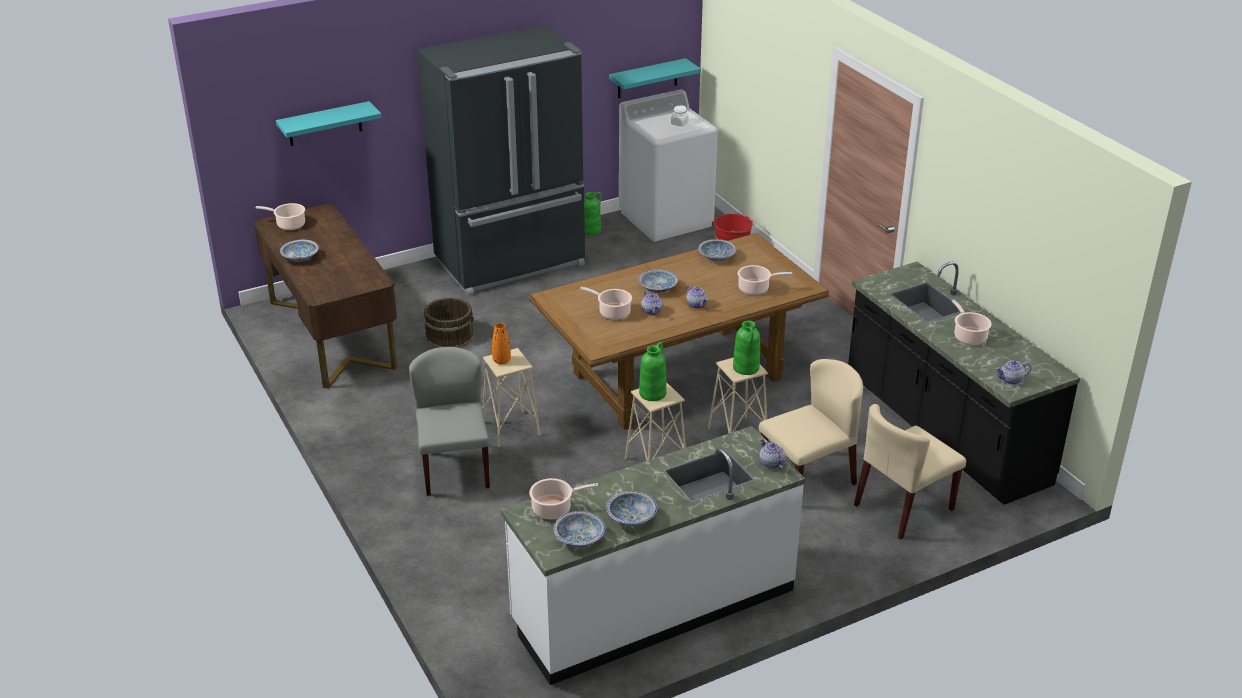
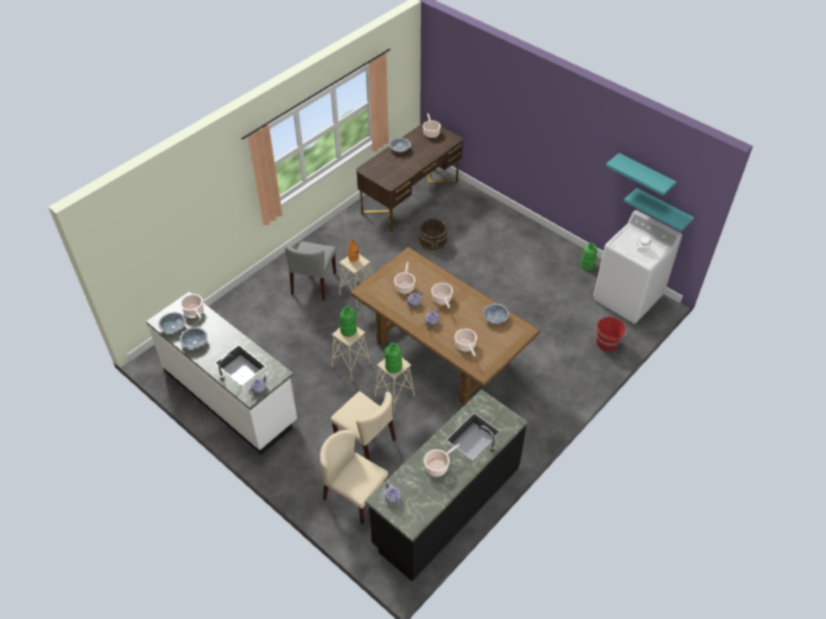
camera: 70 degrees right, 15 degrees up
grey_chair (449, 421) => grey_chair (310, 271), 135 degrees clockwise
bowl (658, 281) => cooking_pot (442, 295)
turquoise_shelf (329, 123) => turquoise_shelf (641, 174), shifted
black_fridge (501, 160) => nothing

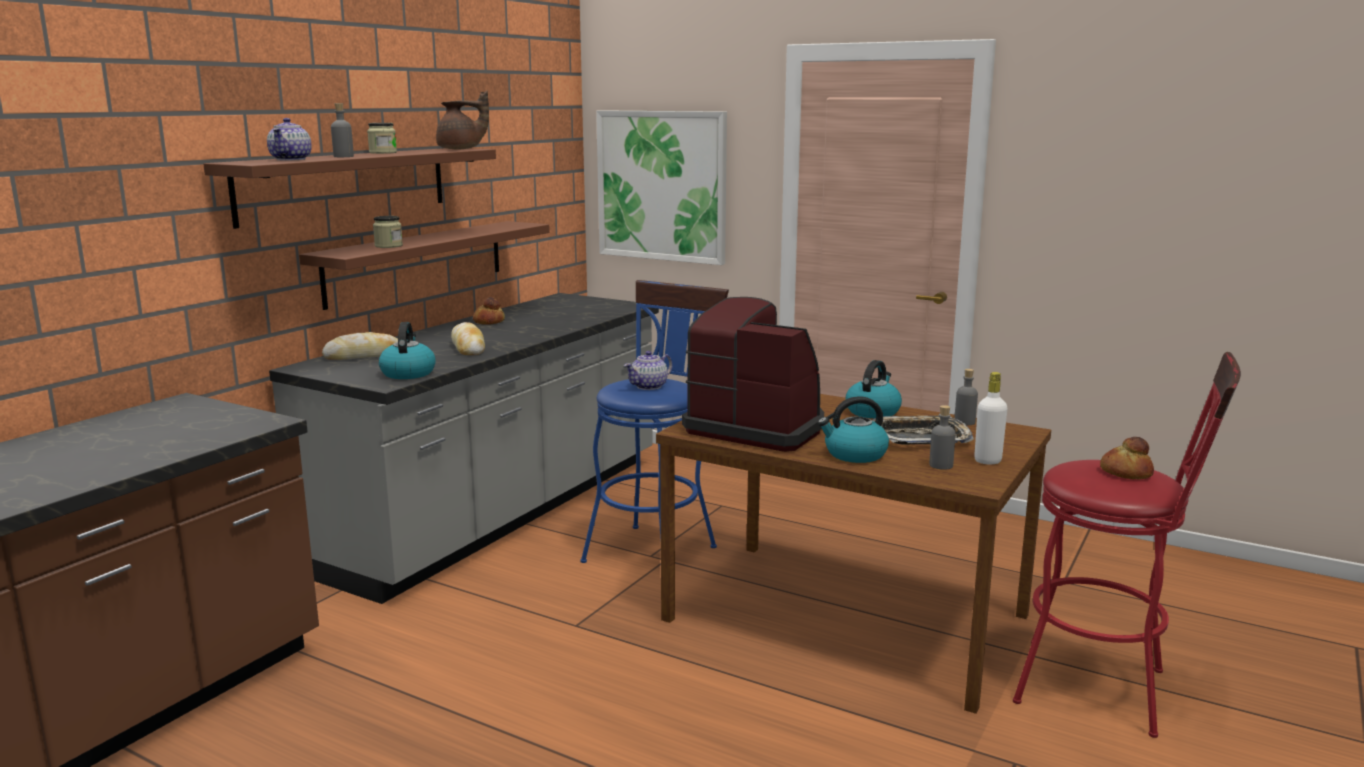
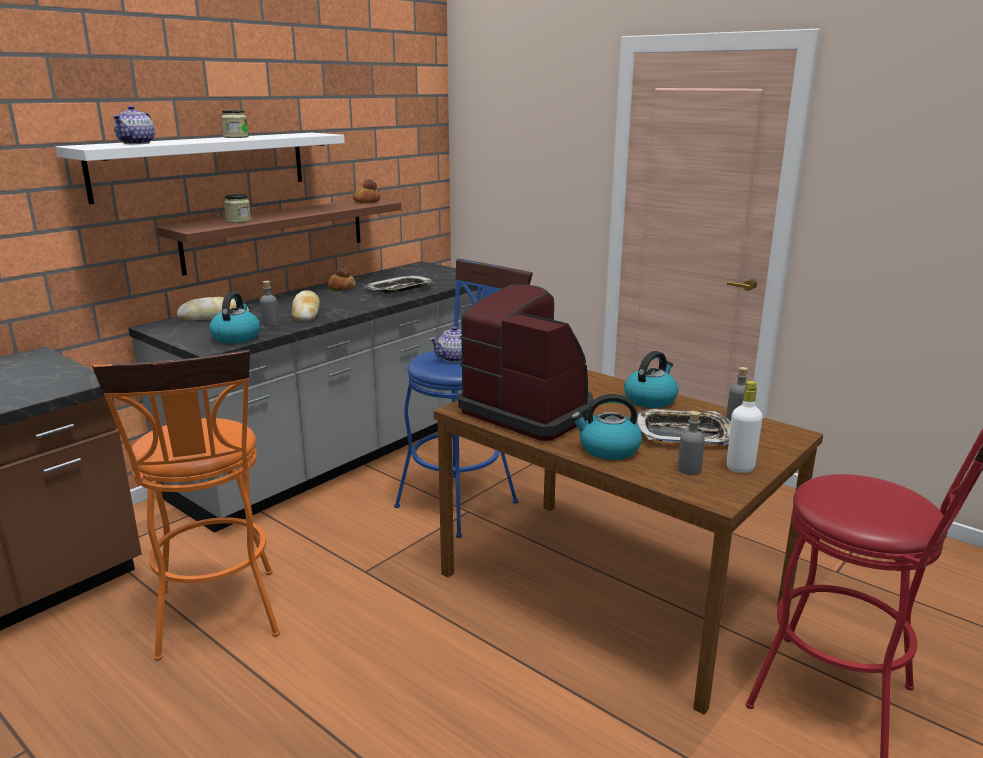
camera: 10 degrees right, 5 degrees up
brown_shelf (349, 188) => white_shelf (200, 169)
nothing => orange_stool (186, 505)
grey_bottle (342, 130) => grey_bottle (269, 304), shifted
bread (1127, 458) => bread (366, 191), shifted
nothing => tray (399, 284)
brown_teapot (462, 119) => nothing
picture (661, 187) => nothing

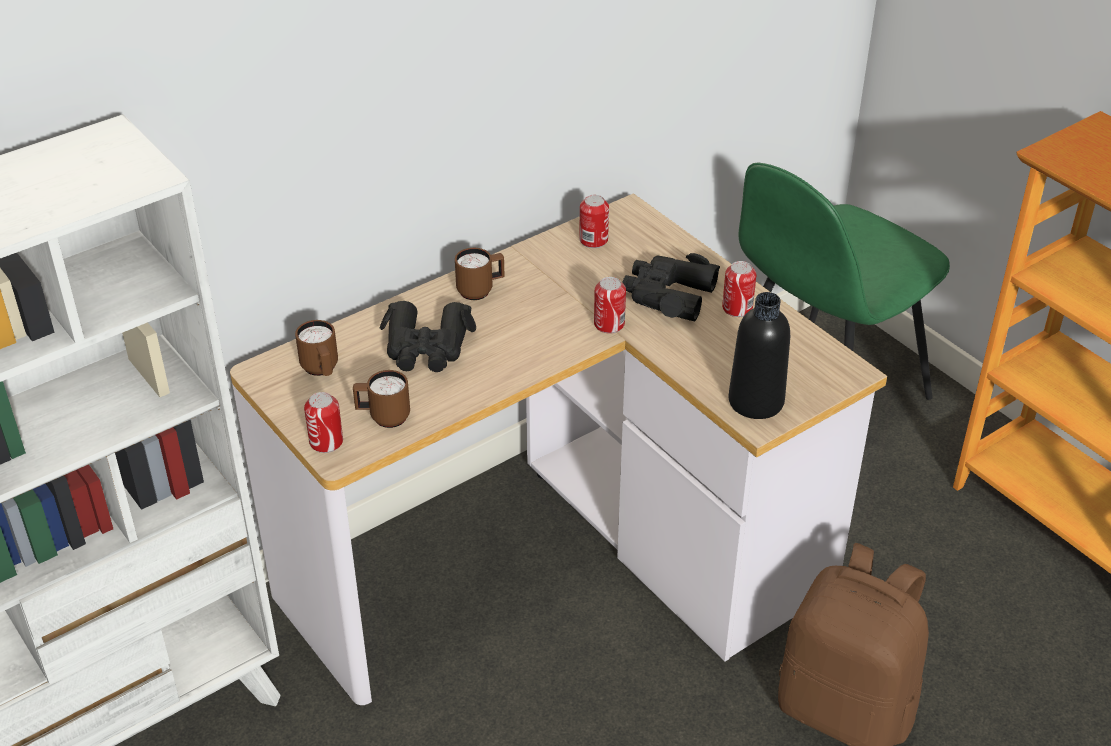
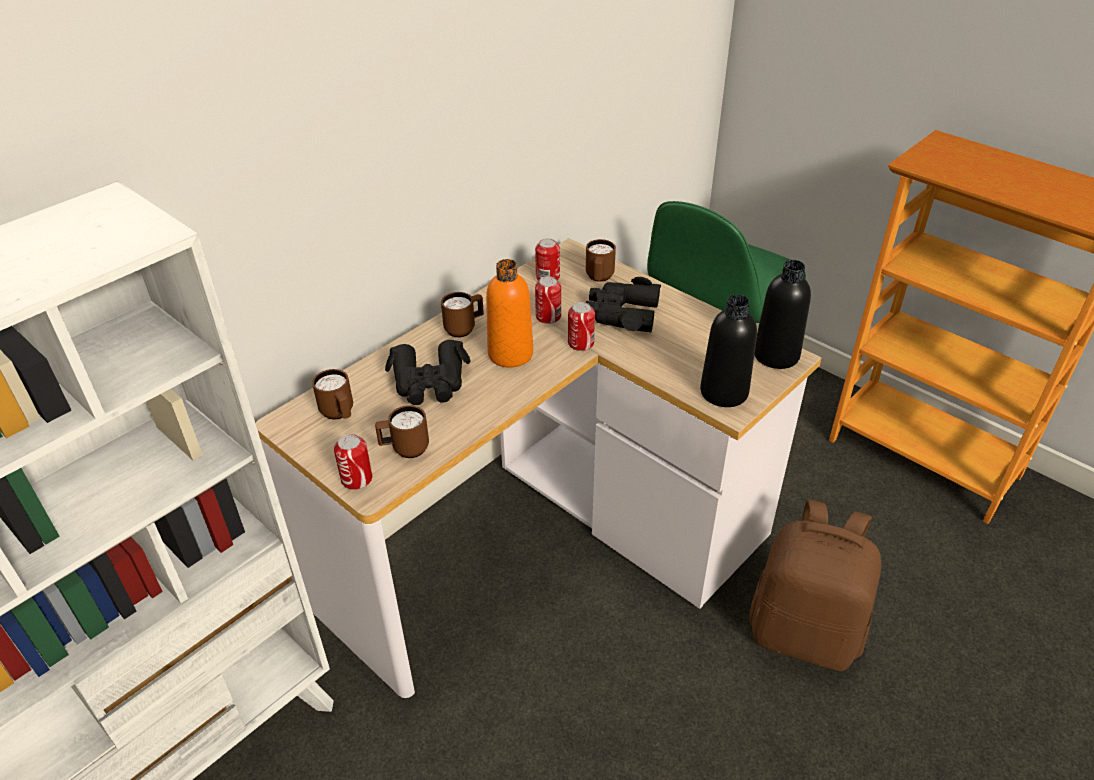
camera: 10 degrees left, 0 degrees up
nothing => orange_bottle (509, 313)
can (739, 289) => can (548, 300), shifted
nothing => brown_mug (601, 260)
nothing => black_bottle (782, 314)

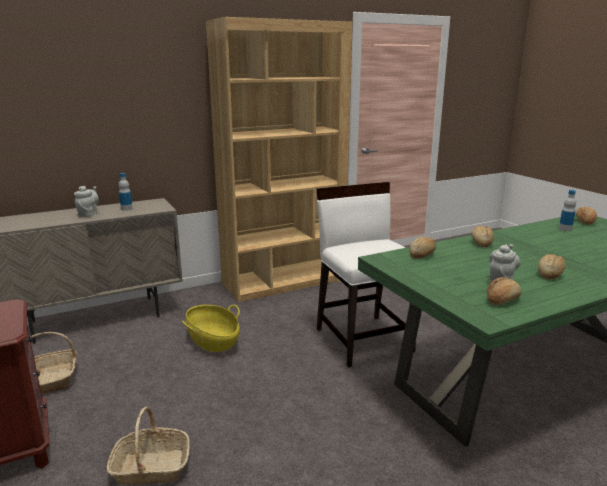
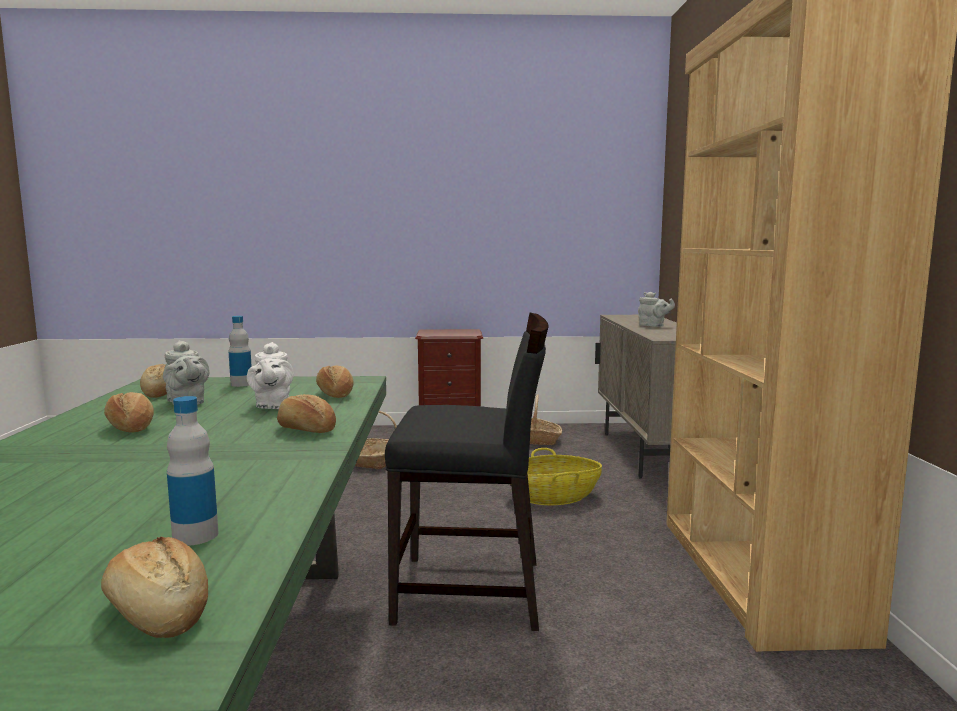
camera: 115 degrees right, 10 degrees down
bottle (126, 192) => bottle (240, 351), shifted
nothing => white_teapot (270, 375)
white_chair (366, 274) => black_chair (467, 472)

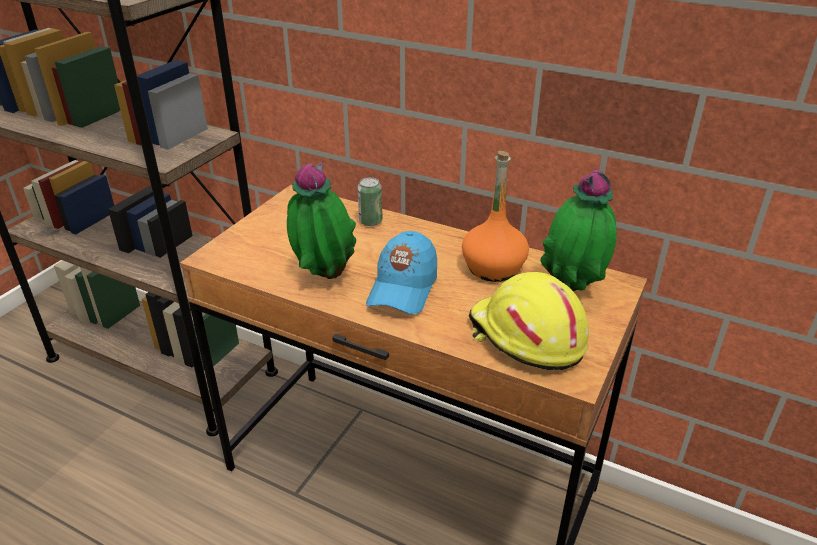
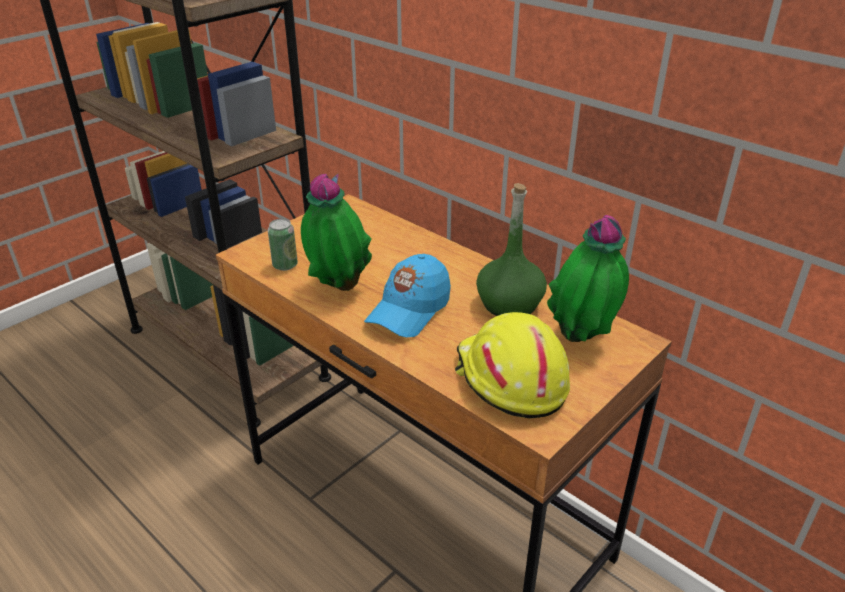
camera: 15 degrees right, 0 degrees up
can (370, 201) => can (283, 245), shifted
orange_bottle (495, 216) => green_bottle (511, 249)

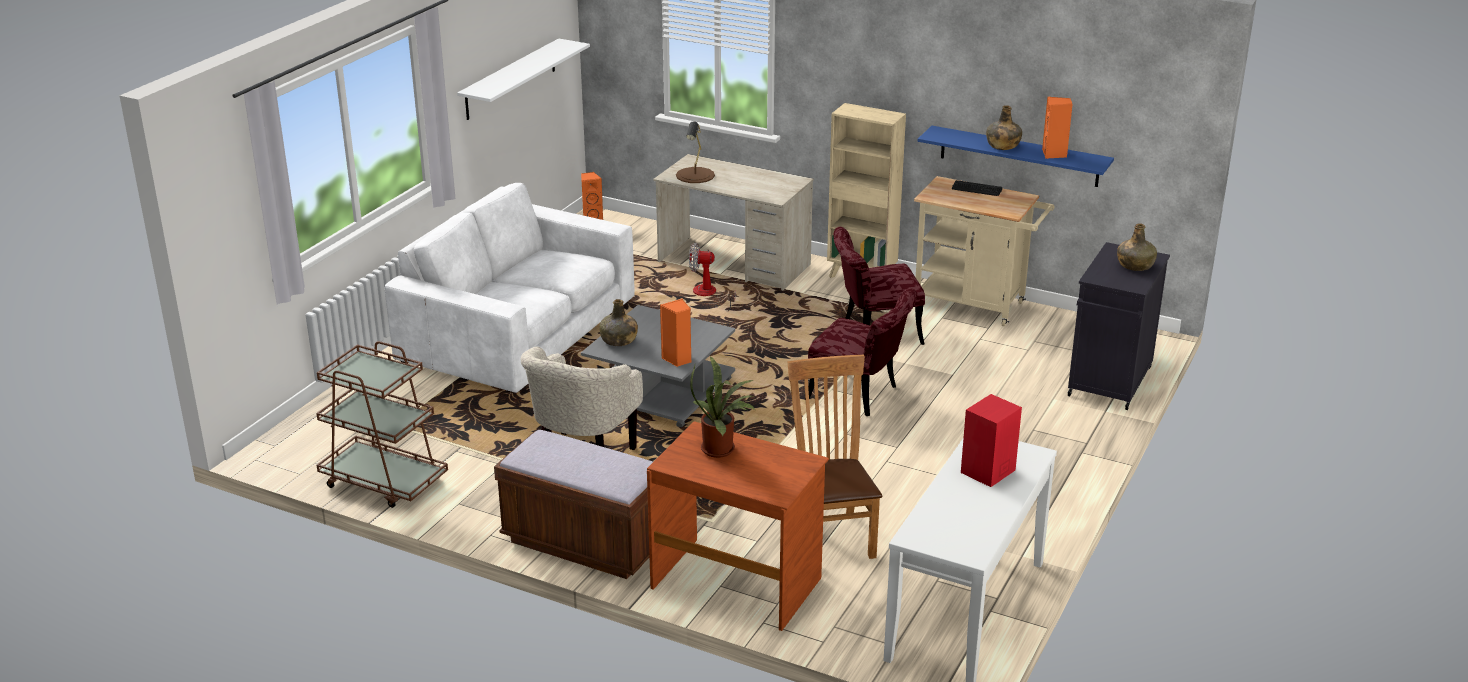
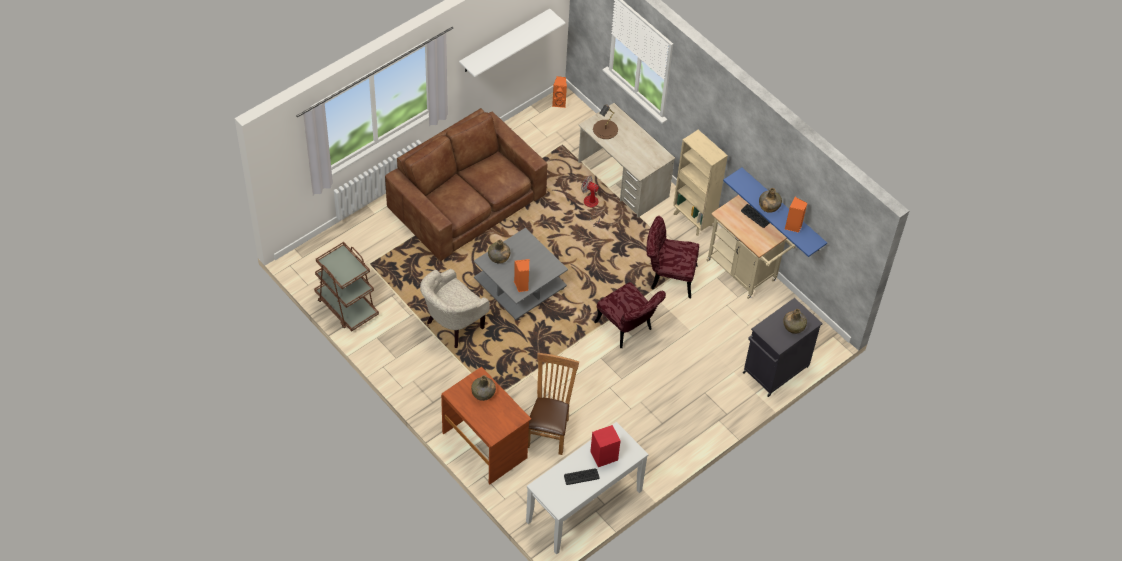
camera: 20 degrees right, 25 degrees up
white_sofa (510, 288) => brown_sofa (466, 184)
potted_plant (723, 407) => green_bottle (483, 388)
nothing => keyboard (581, 476)
brown_bench (573, 504) => nothing

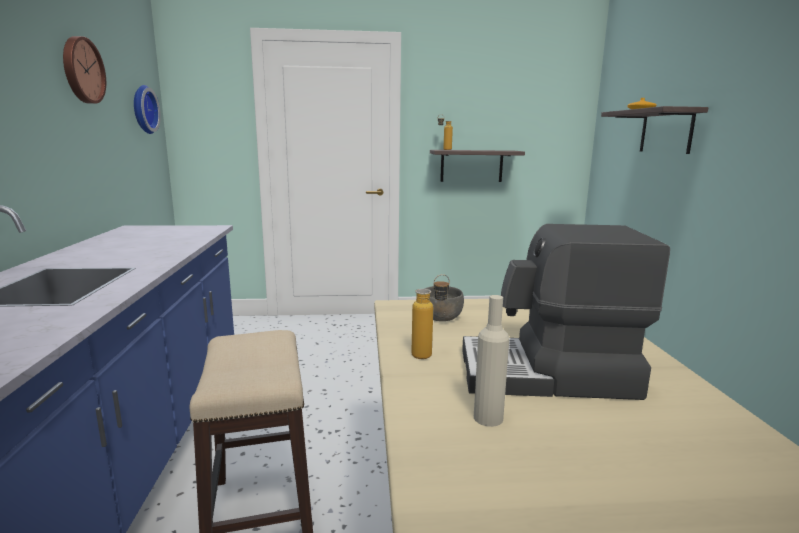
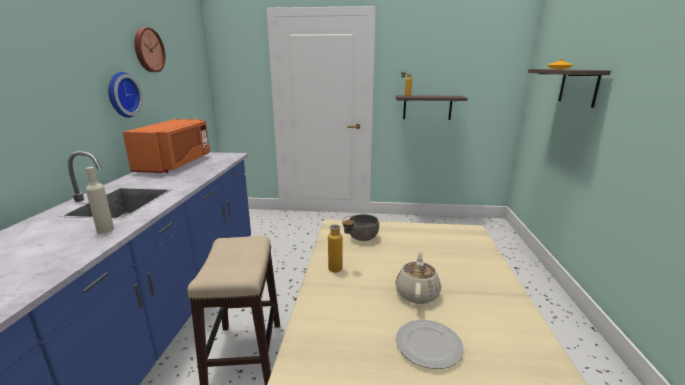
camera: 10 degrees right, 5 degrees up
beige_bottle (491, 361) => beige_bottle (100, 200), shifted
wall_clock (147, 109) => wall_clock (125, 95), shifted
nothing => orange_microwave (166, 146)
coffee_machine (566, 312) => beige_teapot (418, 277)
nothing => plate (430, 344)

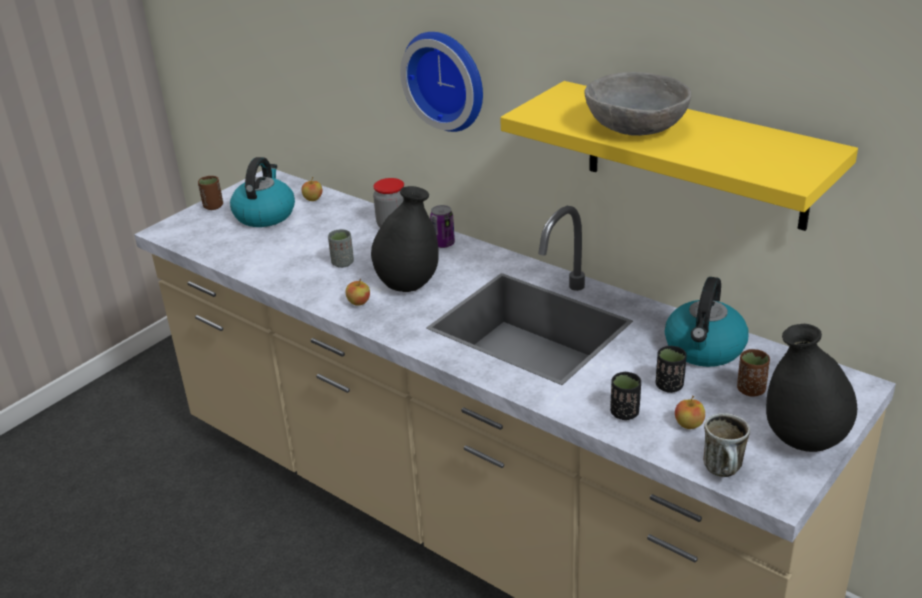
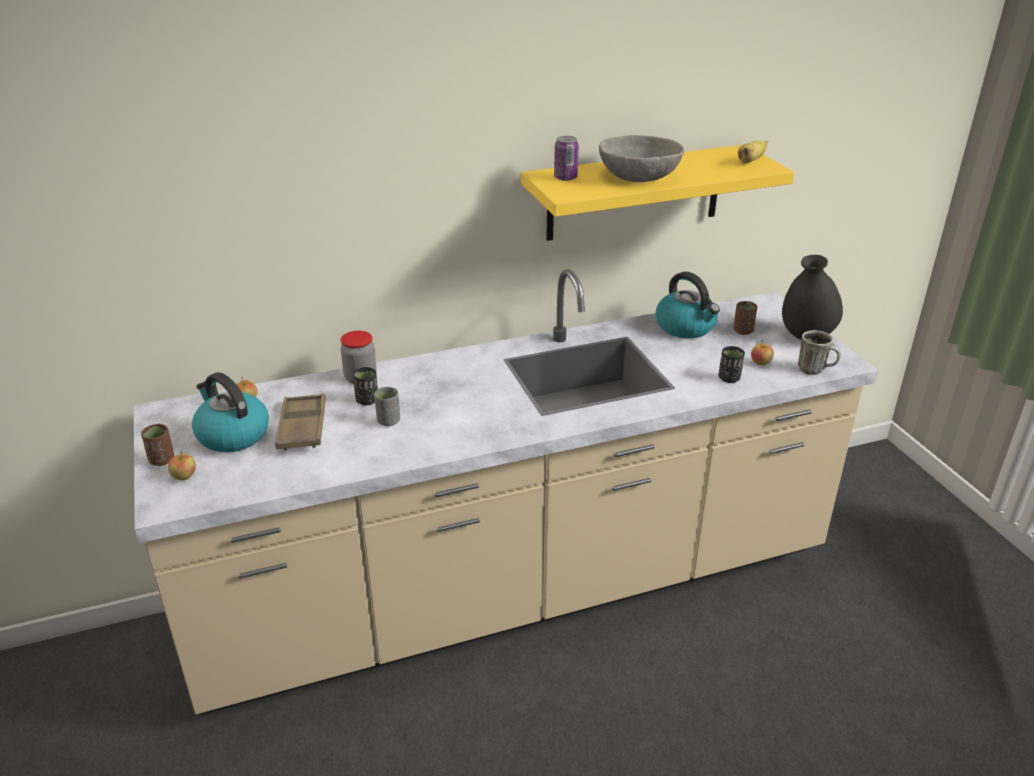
camera: 60 degrees left, 0 degrees up
apple (358, 292) => apple (182, 465), shifted
nothing => brown_tray (300, 421)
black_cup (671, 369) => black_cup (365, 386), shifted
can (442, 226) => can (566, 158), shifted
nothing => banana (753, 152)
black_vase (405, 239) => nothing
wall_clock (441, 82) => nothing

